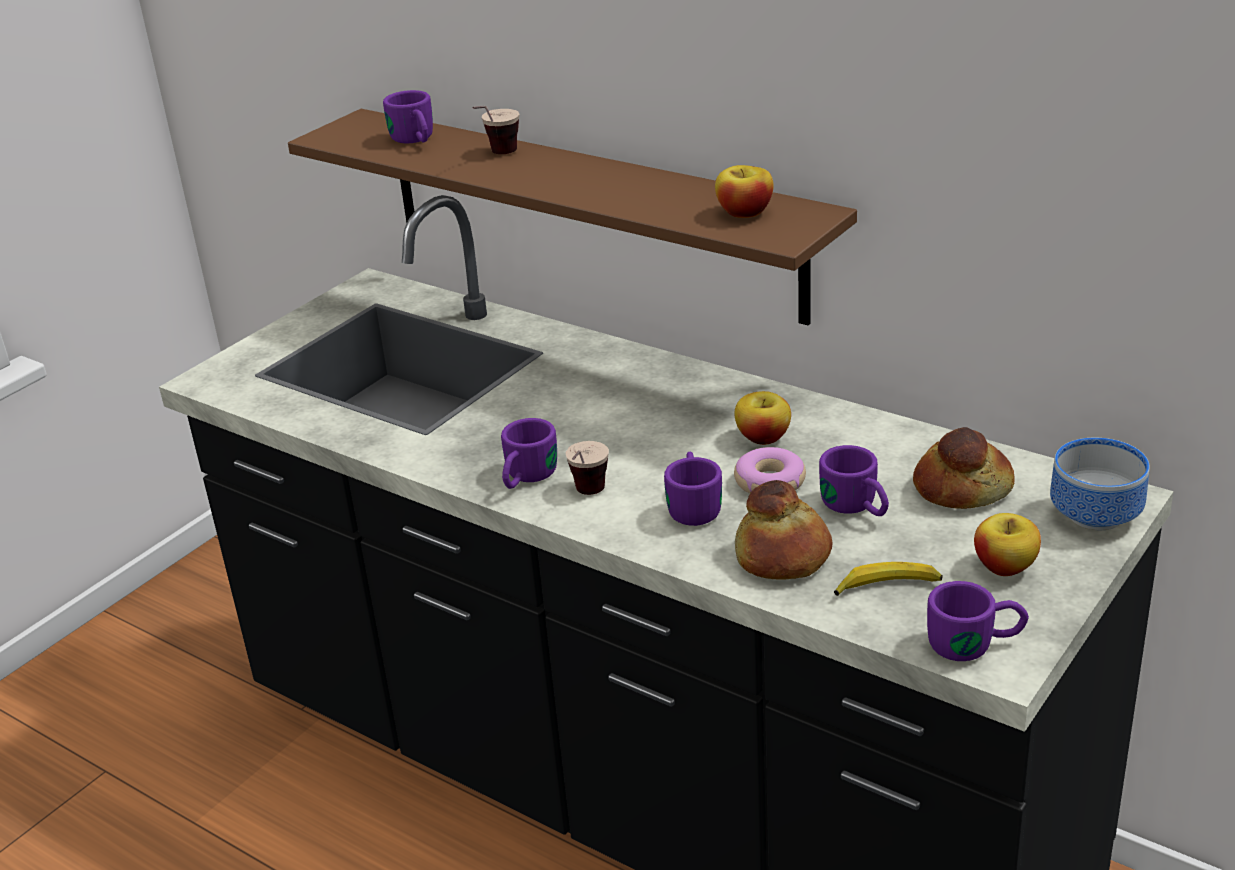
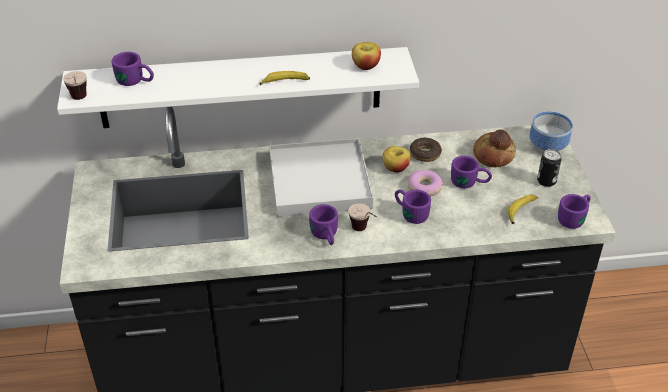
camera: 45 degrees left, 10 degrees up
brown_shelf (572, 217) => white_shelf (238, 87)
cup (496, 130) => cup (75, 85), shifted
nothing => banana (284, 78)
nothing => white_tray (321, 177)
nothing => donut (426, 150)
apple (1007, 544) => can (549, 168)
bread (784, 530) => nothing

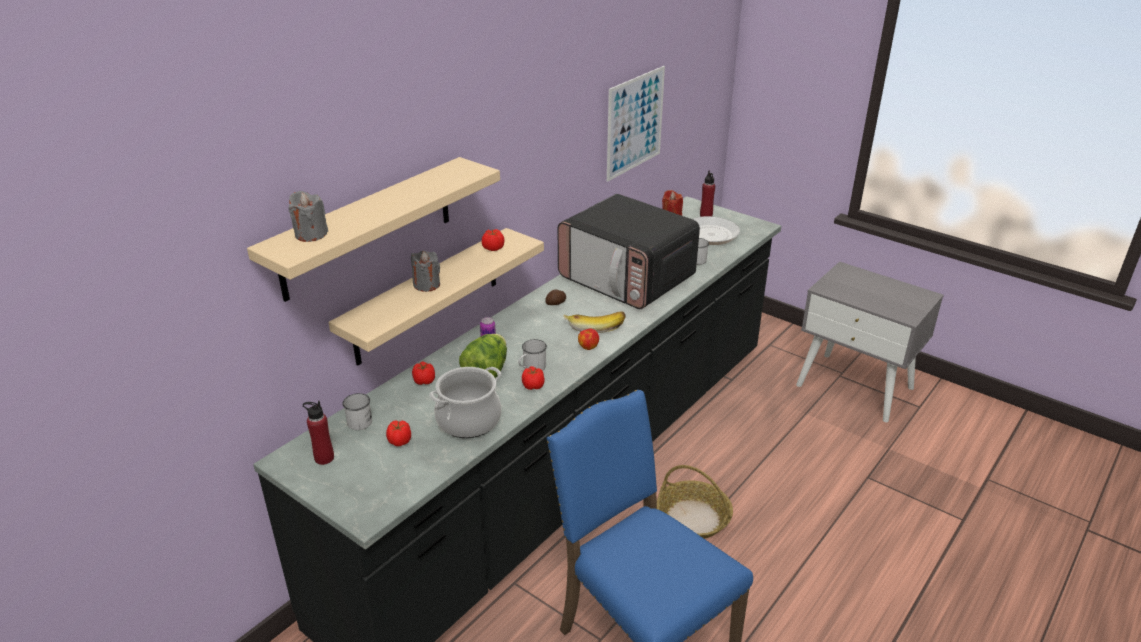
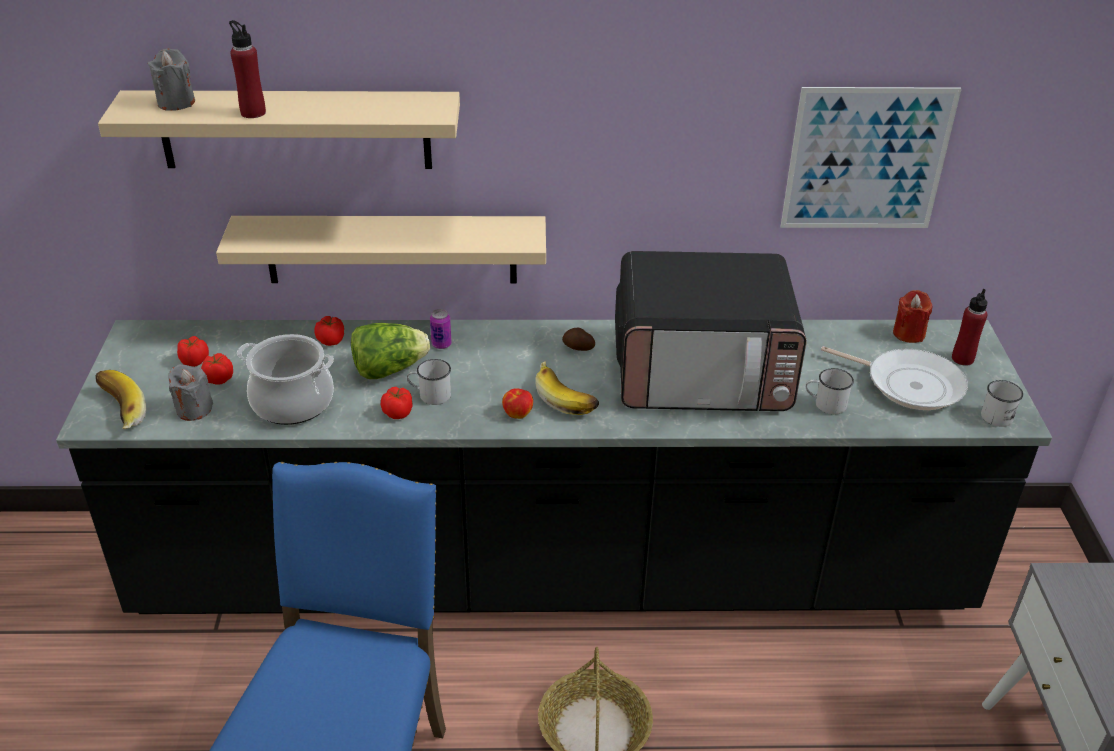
camera: 50 degrees right, 5 degrees up
nothing => banana (121, 399)
grey_candle (425, 271) => grey_candle (190, 392), shifted
tomato (493, 240) => tomato (193, 351), shifted
red_bottle (318, 433) => red_bottle (247, 69), shifted
microwave (629, 251) => microwave (711, 331), 90 degrees counterclockwise
white_mug (357, 411) => white_mug (1002, 403), shifted

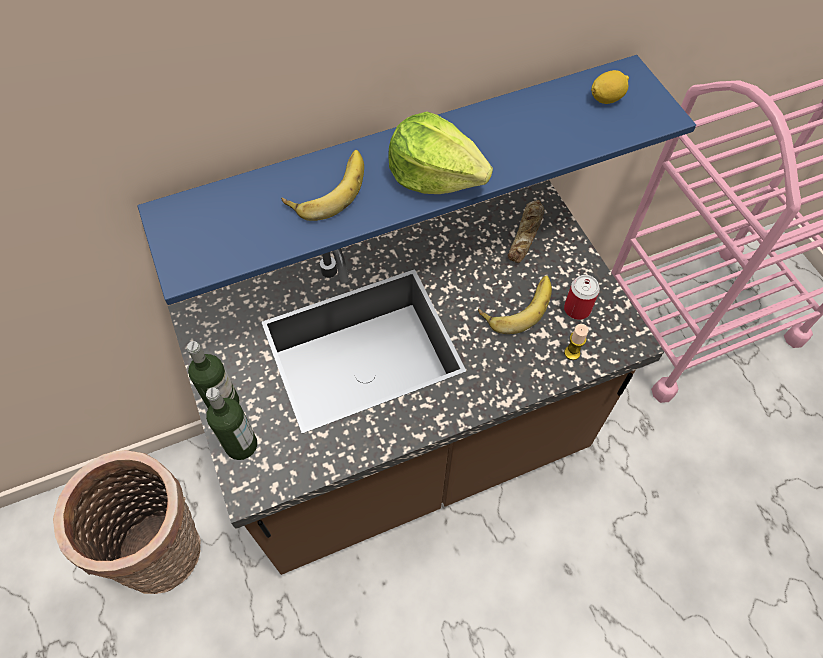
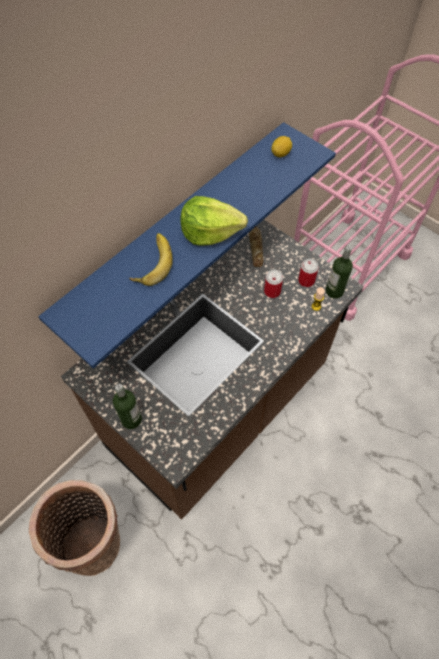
camera: 25 degrees left, 0 degrees up
banana (515, 304) => can (273, 283)
bottle (231, 423) => bottle (339, 272), shifted

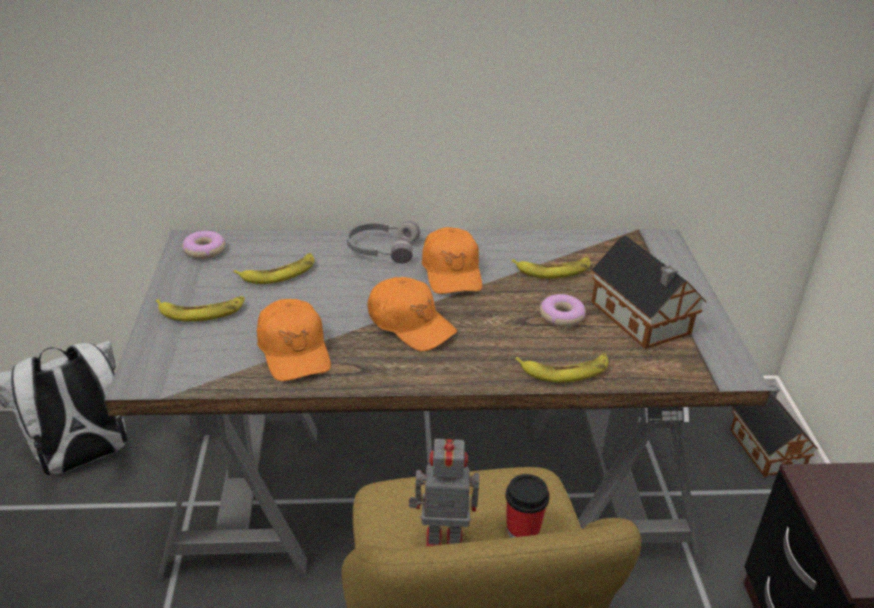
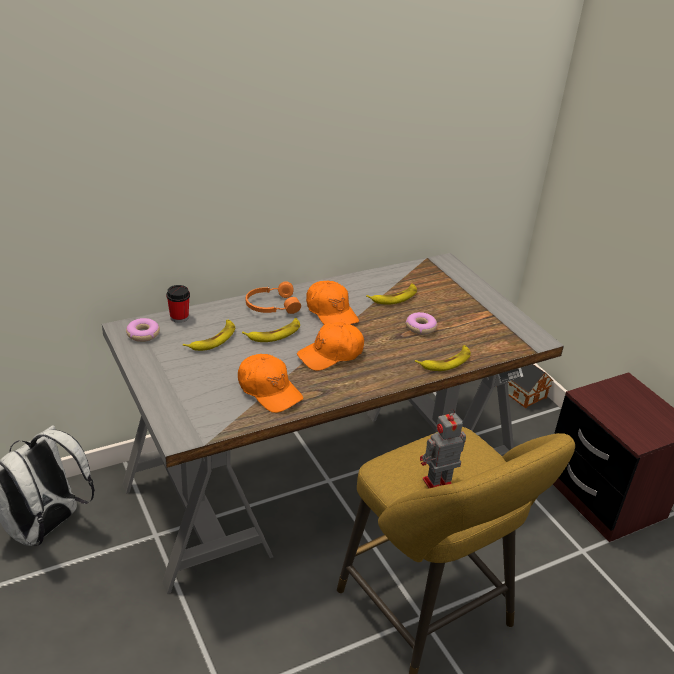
camera: 25 degrees left, 0 degrees up
cup (527, 506) => cup (178, 304), shifted
banana (200, 309) => banana (271, 330), shifted
grey_headphones (383, 242) => orange_headphones (273, 297)
orange_cap (412, 314) => orange_cap (330, 346), 135 degrees clockwise
toy_house (649, 292) => nothing

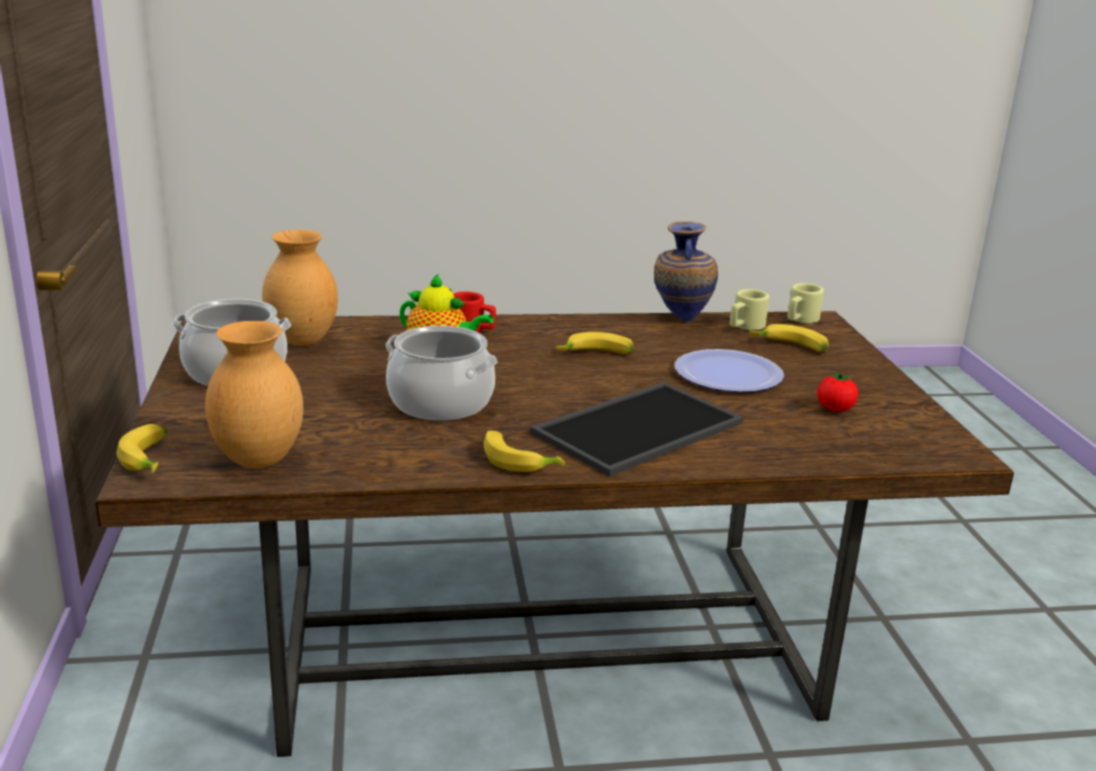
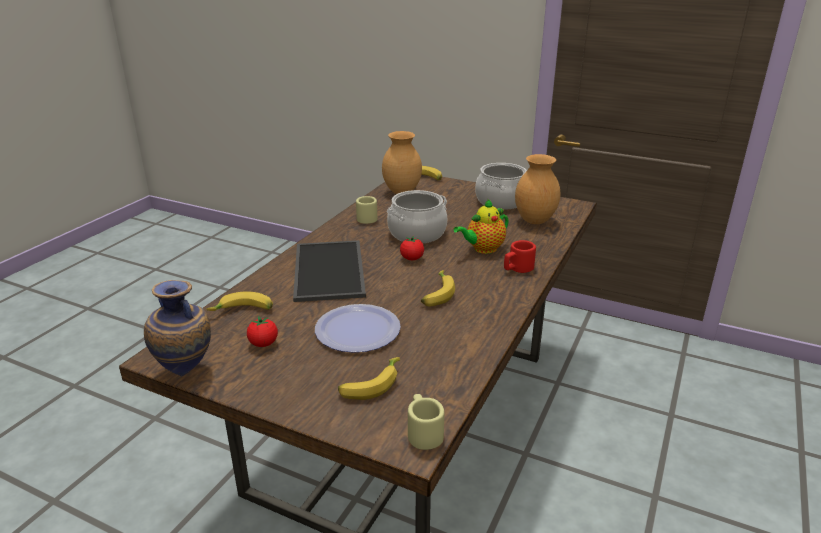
camera: 125 degrees right, 5 degrees up
vase (686, 272) => vase (177, 328), shifted
banana (524, 451) => banana (239, 301), shifted
beige_mug (749, 309) => beige_mug (366, 210), shifted
nothing => tomato (412, 248)

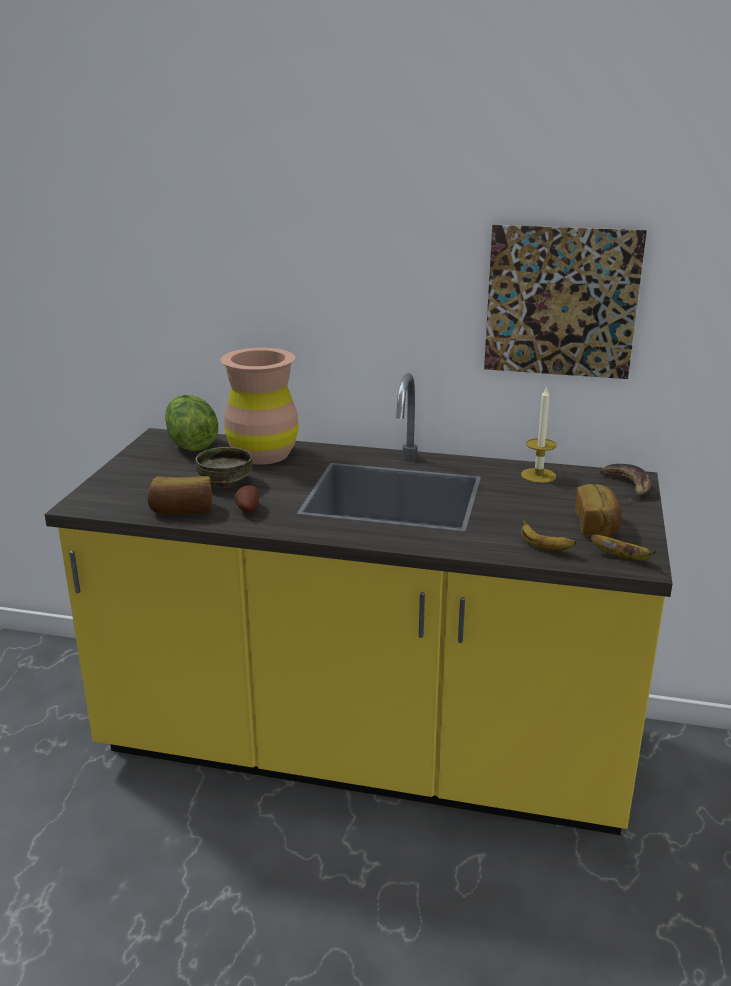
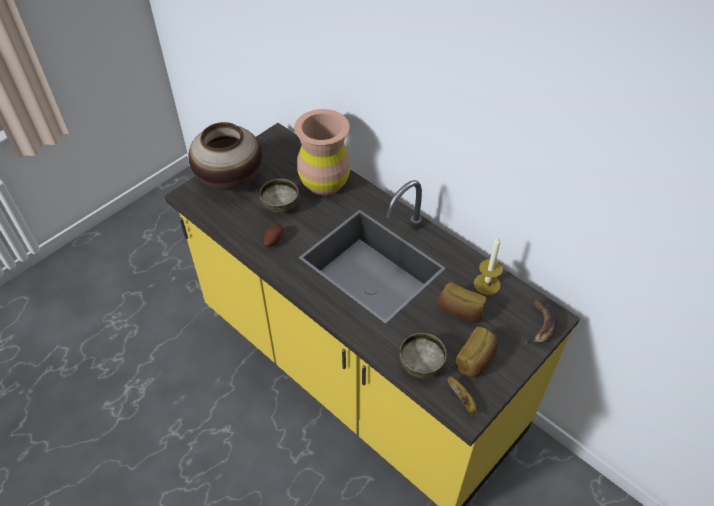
camera: 30 degrees right, 25 degrees up
nothing => vase (225, 156)
banana (548, 533) => bowl (423, 355)
bread (179, 495) => bread (462, 302), shifted
lettuce (191, 423) => nothing
picture (565, 302) => nothing

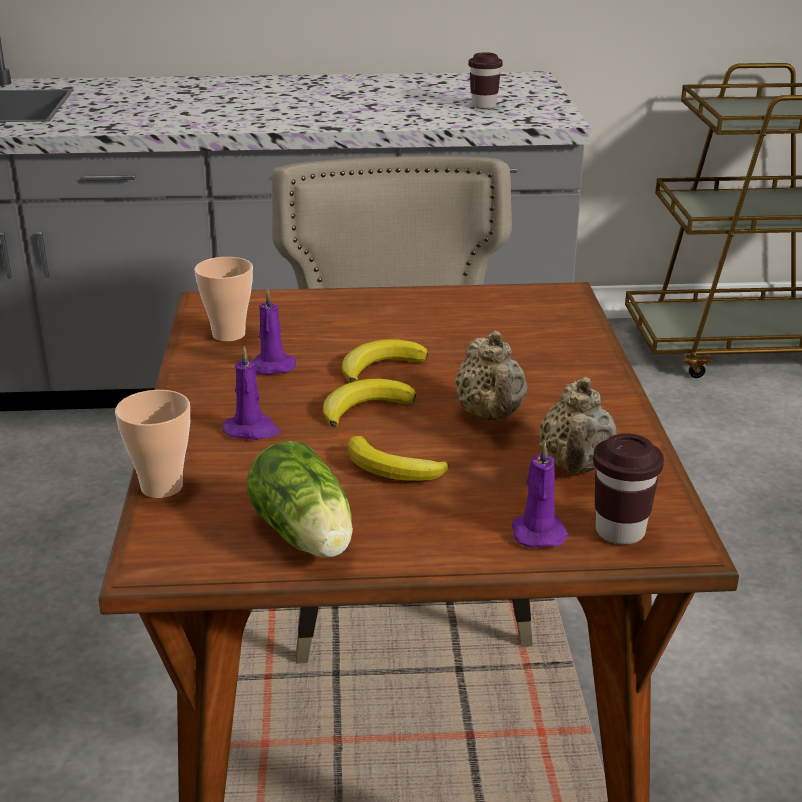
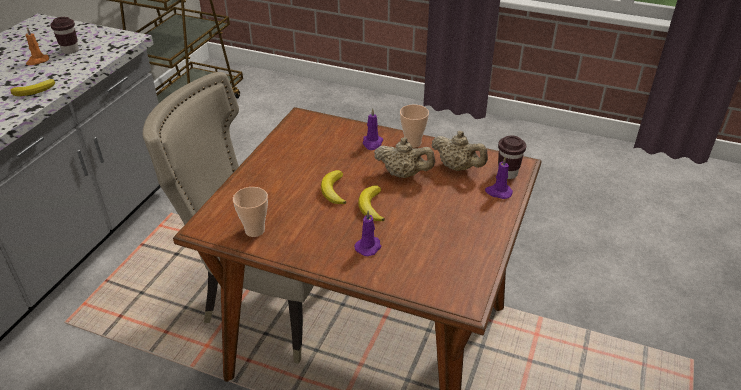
camera: 65 degrees left, 10 degrees up
banana (398, 458) => banana (32, 87), shifted
nothing => orange_candle (37, 46)
purple_candle (274, 332) => purple_candle (373, 129), shifted
cup (152, 444) => cup (414, 126), shifted
lettuce (300, 499) => nothing

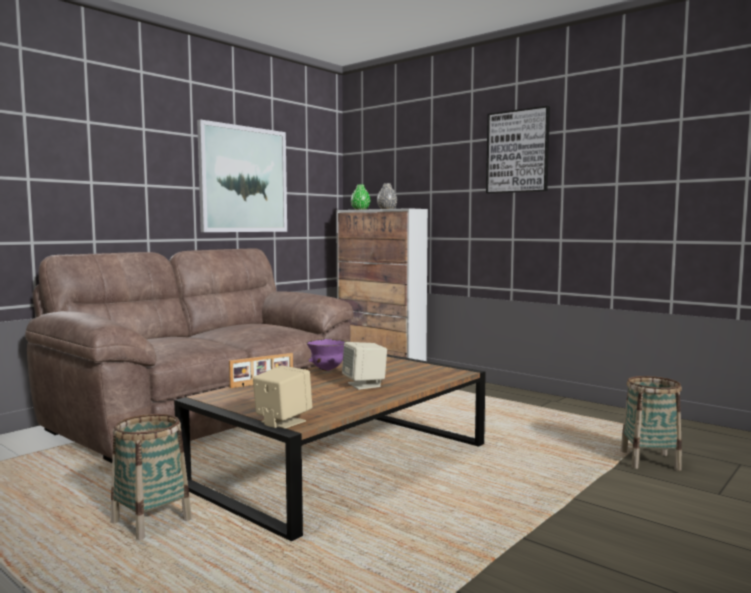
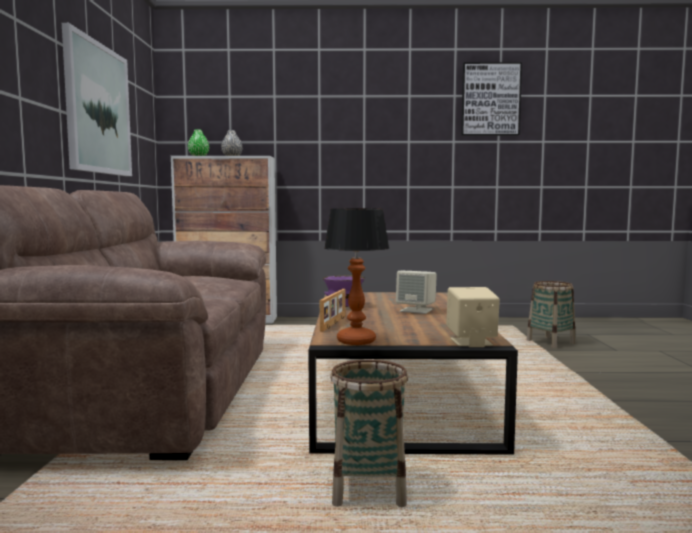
camera: 40 degrees left, 0 degrees up
nothing => table_lamp (356, 276)
picture (518, 149) => picture (491, 99), shifted

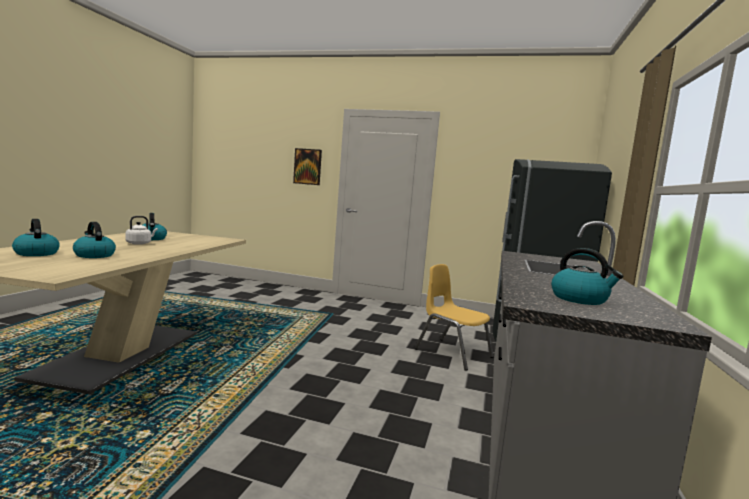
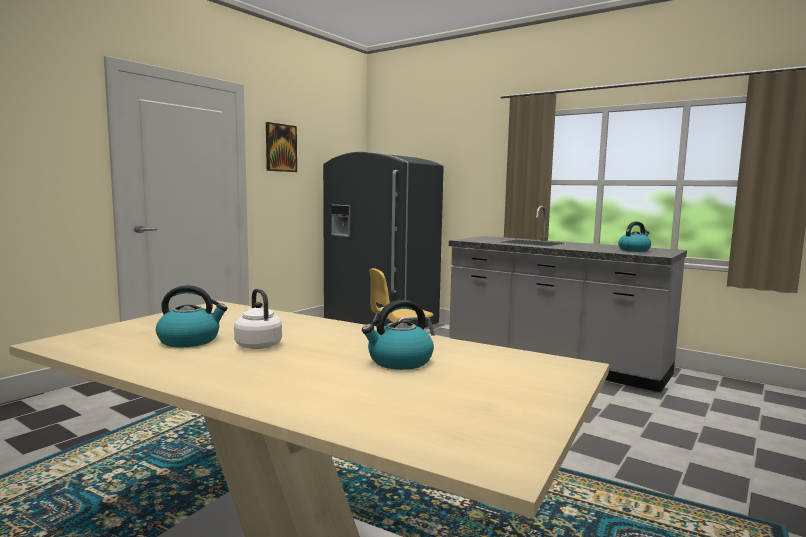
camera: 70 degrees left, 0 degrees up
picture (307, 166) => picture (281, 147), shifted
kettle (36, 237) => nothing

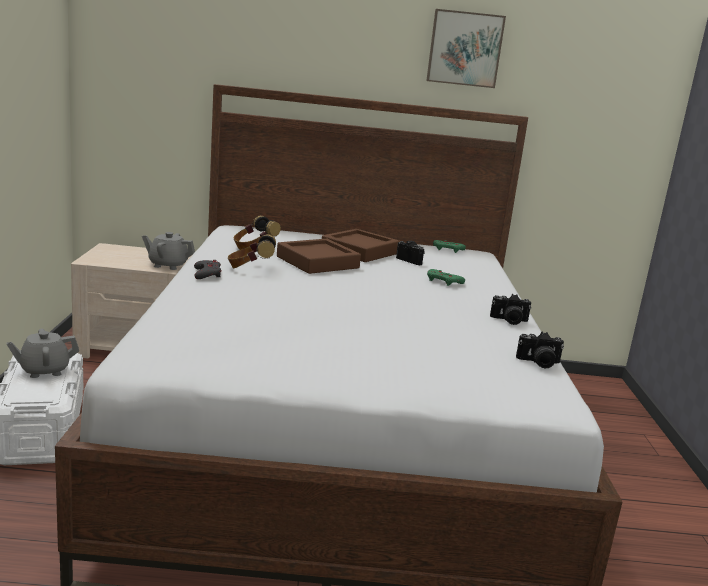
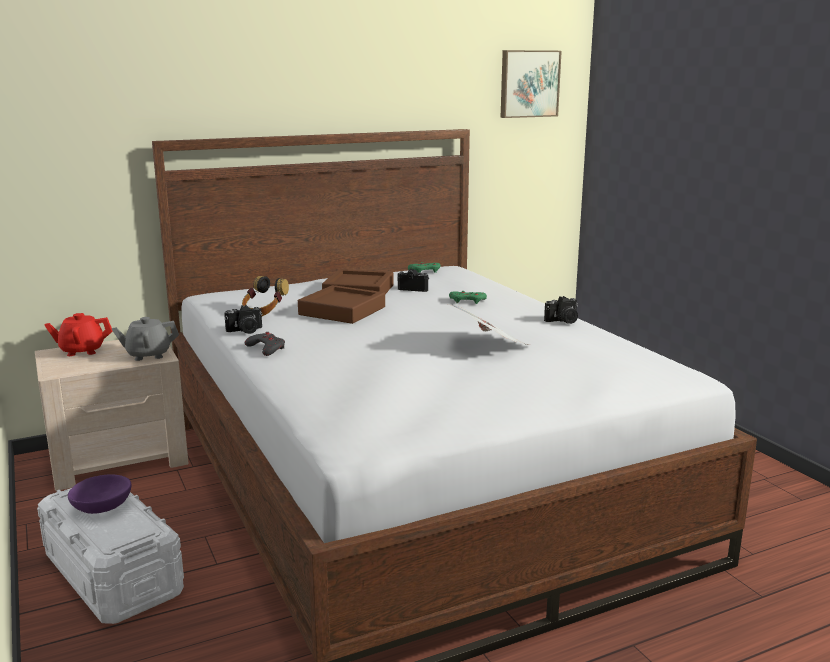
camera: 25 degrees left, 0 degrees up
nothing => red_teapot (78, 334)
grey_teapot (42, 353) => purple_bowl (99, 494)
photo_camera (540, 350) => photo_camera (243, 319), shifted
nothing => newspaper (488, 324)
picture (466, 48) => picture (531, 84), shifted
headphones (252, 251) => nothing

